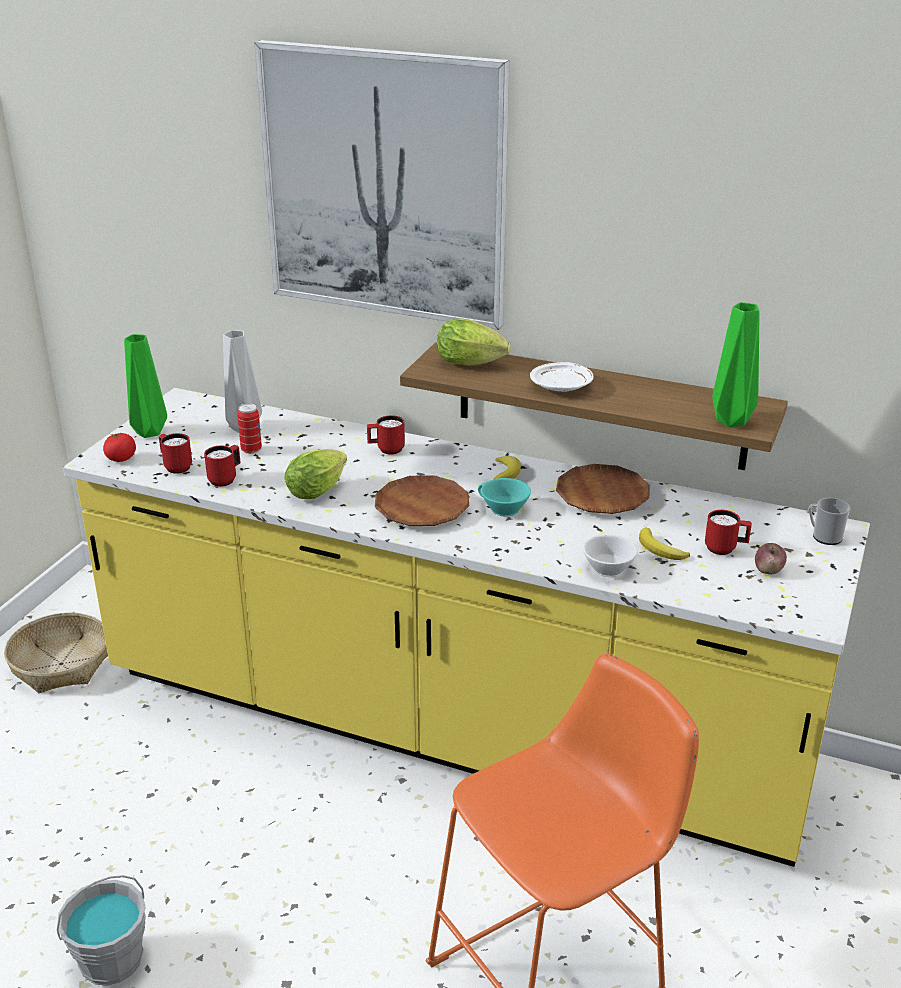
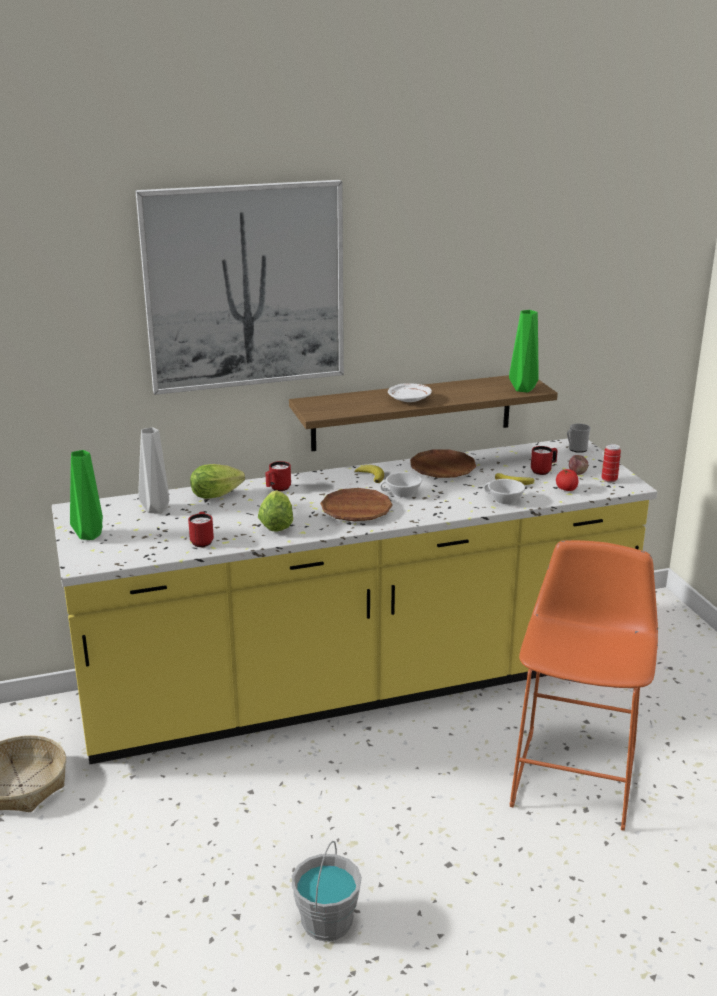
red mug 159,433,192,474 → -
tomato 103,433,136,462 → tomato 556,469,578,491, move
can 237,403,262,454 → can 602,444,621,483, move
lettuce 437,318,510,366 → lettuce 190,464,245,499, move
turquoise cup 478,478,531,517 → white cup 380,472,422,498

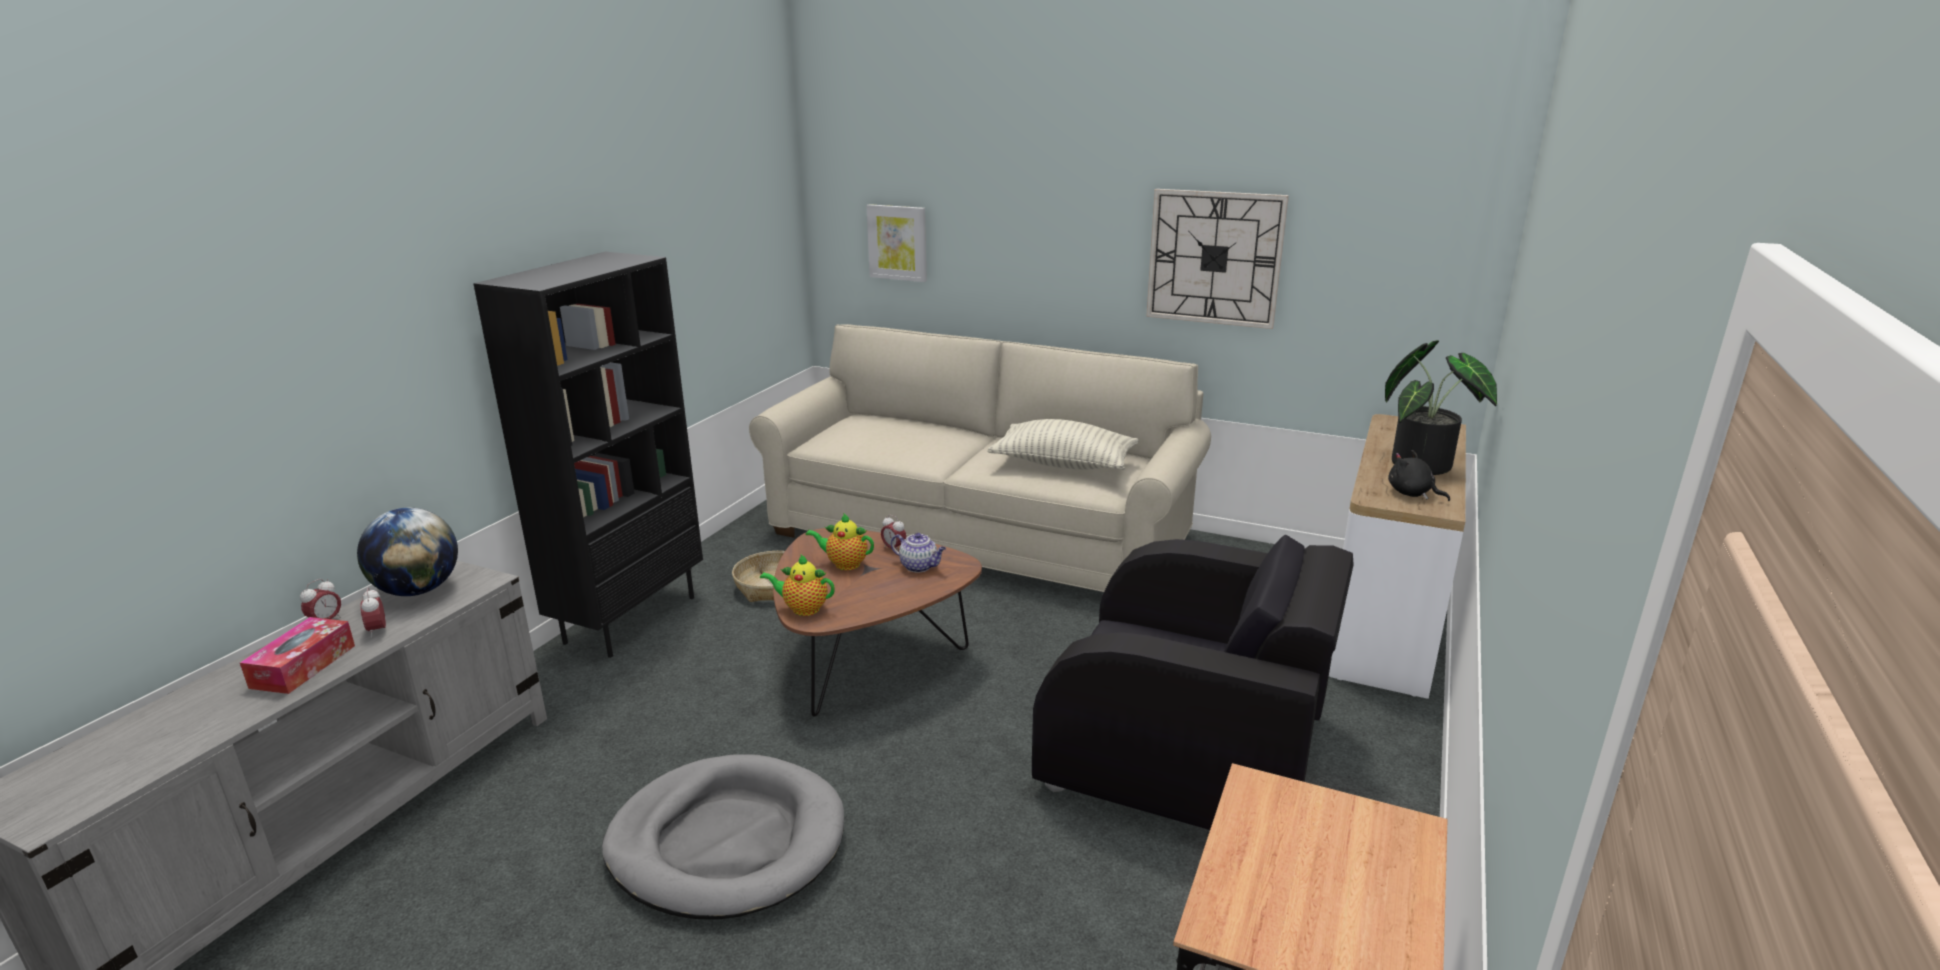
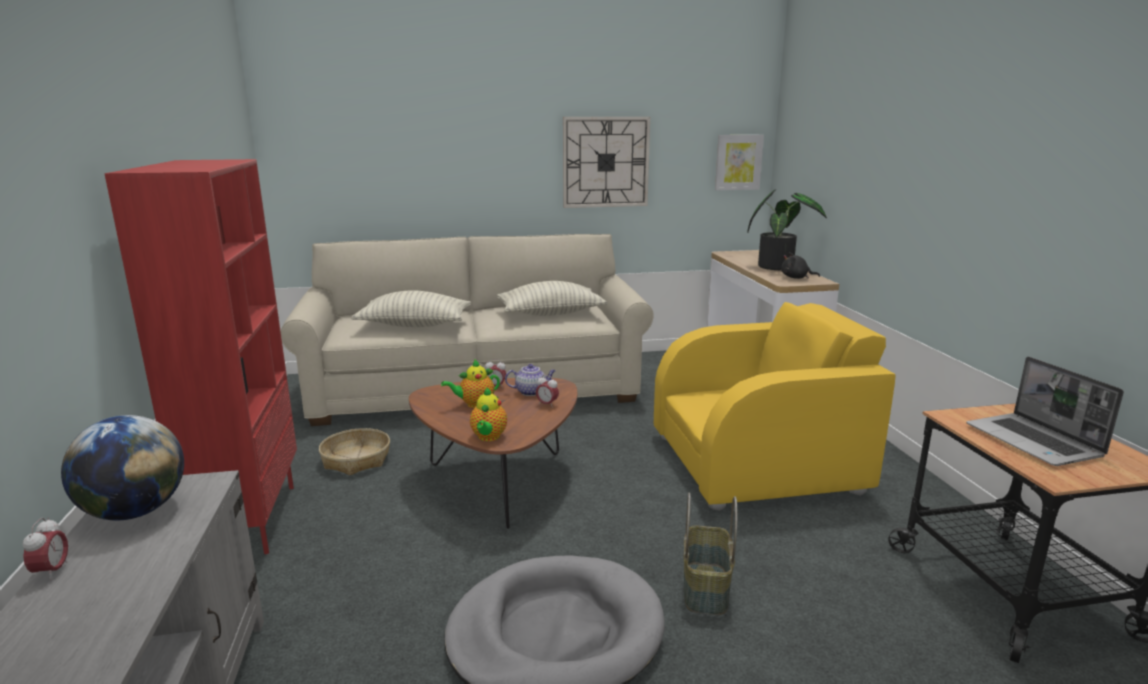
tissue box 240,617,355,694 → -
- → pillow 351,291,471,327
- → basket 683,493,737,615
- → laptop 966,356,1124,466
alarm clock 360,587,386,638 → alarm clock 536,375,559,408, move
picture 867,204,927,282 → picture 715,135,764,190, move
black bookcase 473,252,703,658 → red bookcase 104,159,297,554
black armchair 1032,535,1354,830 → yellow armchair 654,302,896,511
teapot 760,555,835,616 → teapot 470,388,507,441, 60 degrees counterclockwise

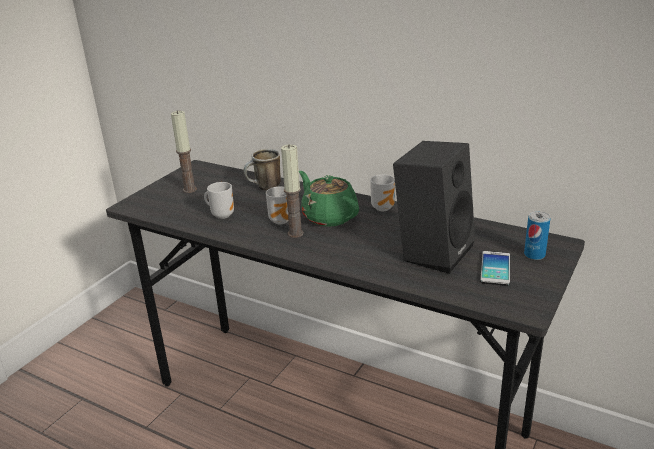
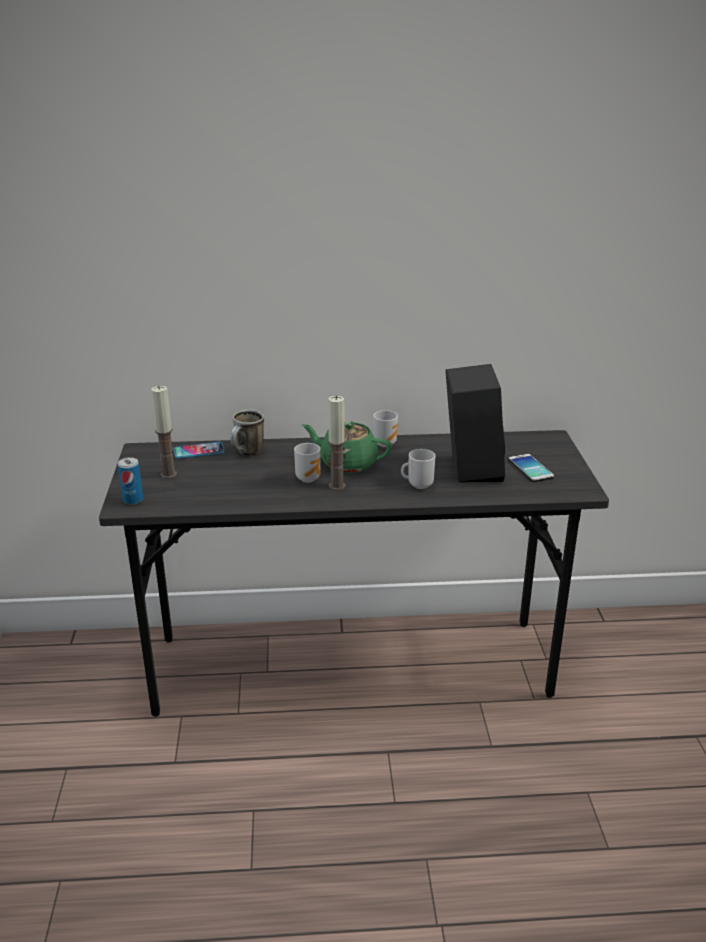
- → phone 173,441,225,459
mug 204,182,234,219 → mug 401,449,435,489, move
can 524,211,550,260 → can 118,457,143,505, move

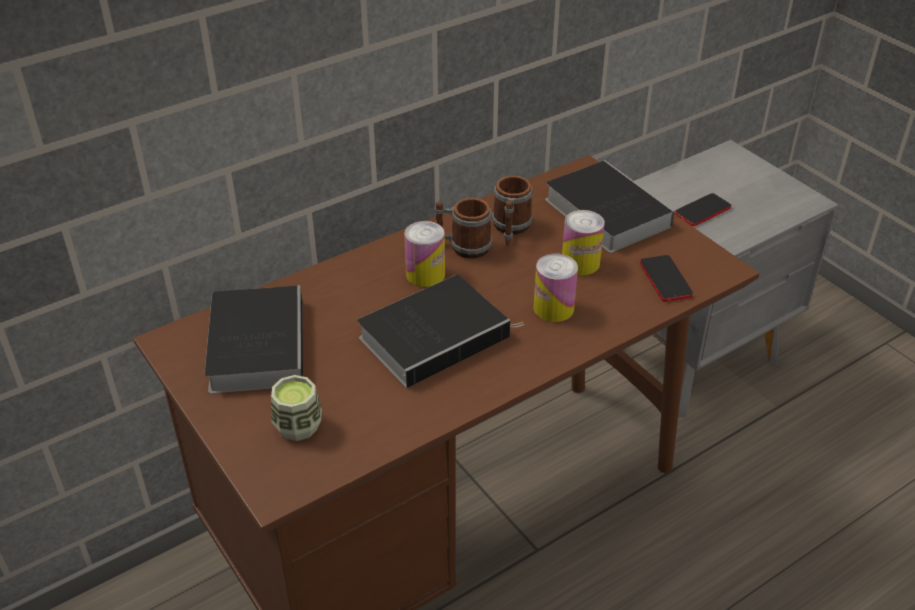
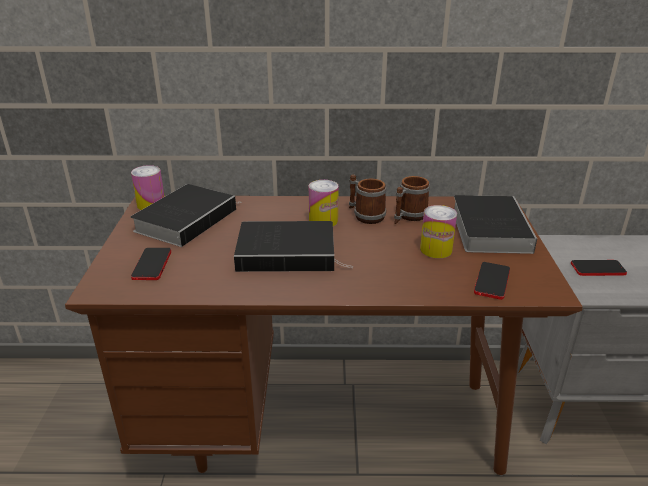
can 534,253,578,322 → can 131,165,165,210, move
cup 271,375,322,441 → phone 131,248,171,280

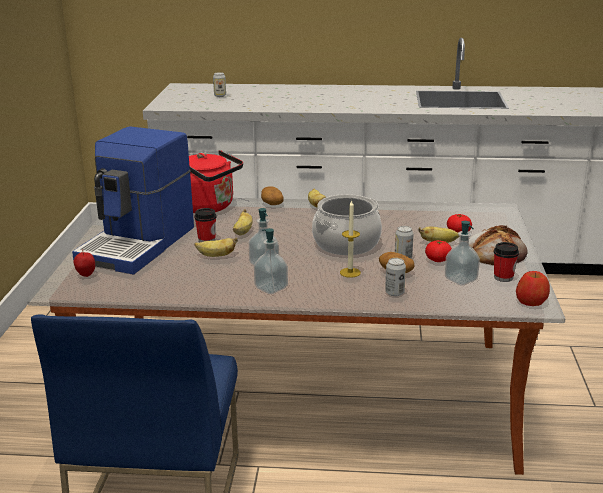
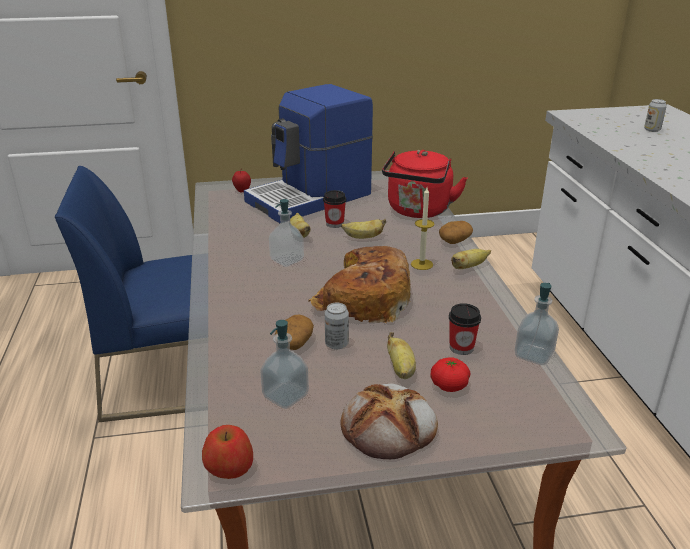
can 385,258,406,296 → -
tomato 425,240,452,262 → -
soap dispenser 254,228,288,294 → soap dispenser 515,283,559,365, move
candle 340,199,361,278 → candle 411,188,435,270, move
cup 494,242,519,282 → cup 449,303,481,355, move
cooking pot 312,194,382,255 → bread 308,246,411,323
coffee machine 72,126,194,274 → coffee machine 244,84,373,223, 45 degrees counterclockwise

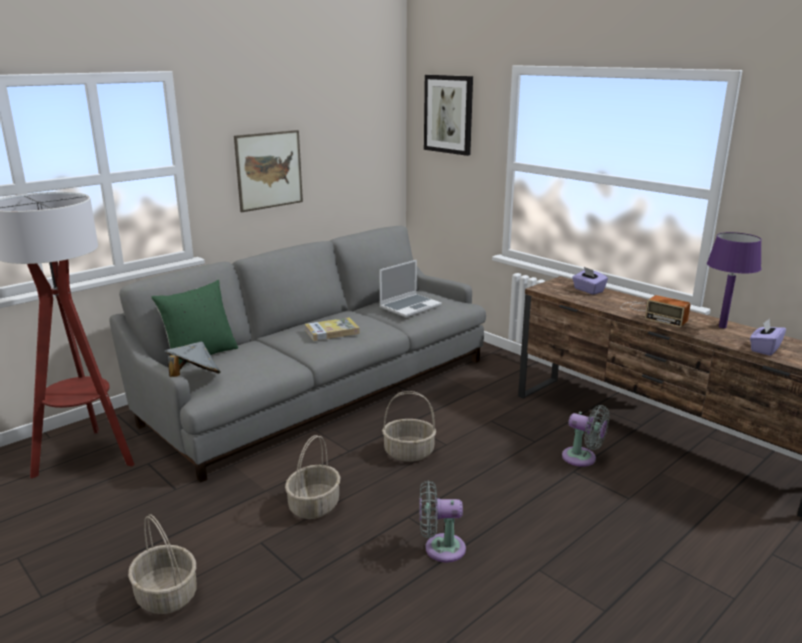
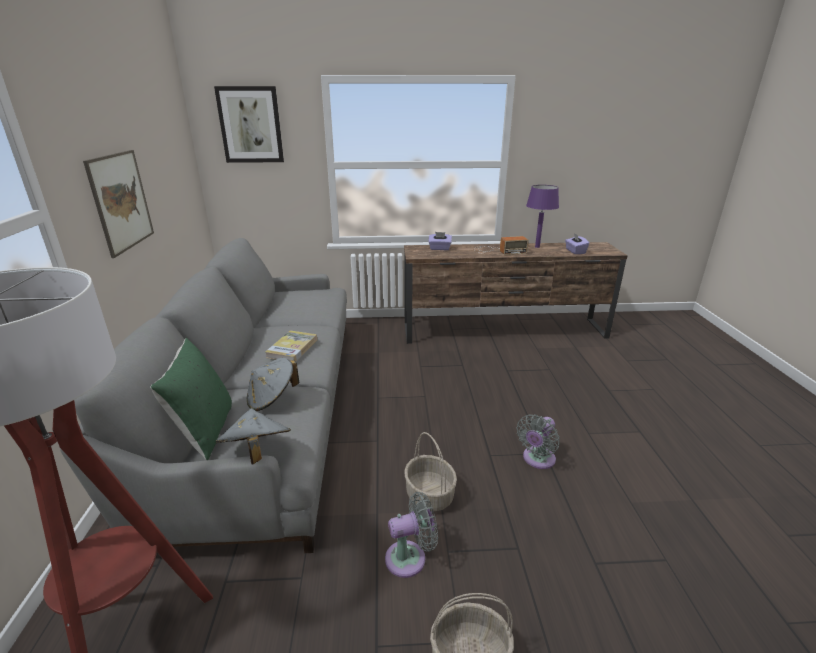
laptop 379,260,442,318 → -
basket 382,391,436,462 → -
- → grey hat 247,358,300,411
grey fan 562,405,610,467 → grey fan 385,492,438,578, move

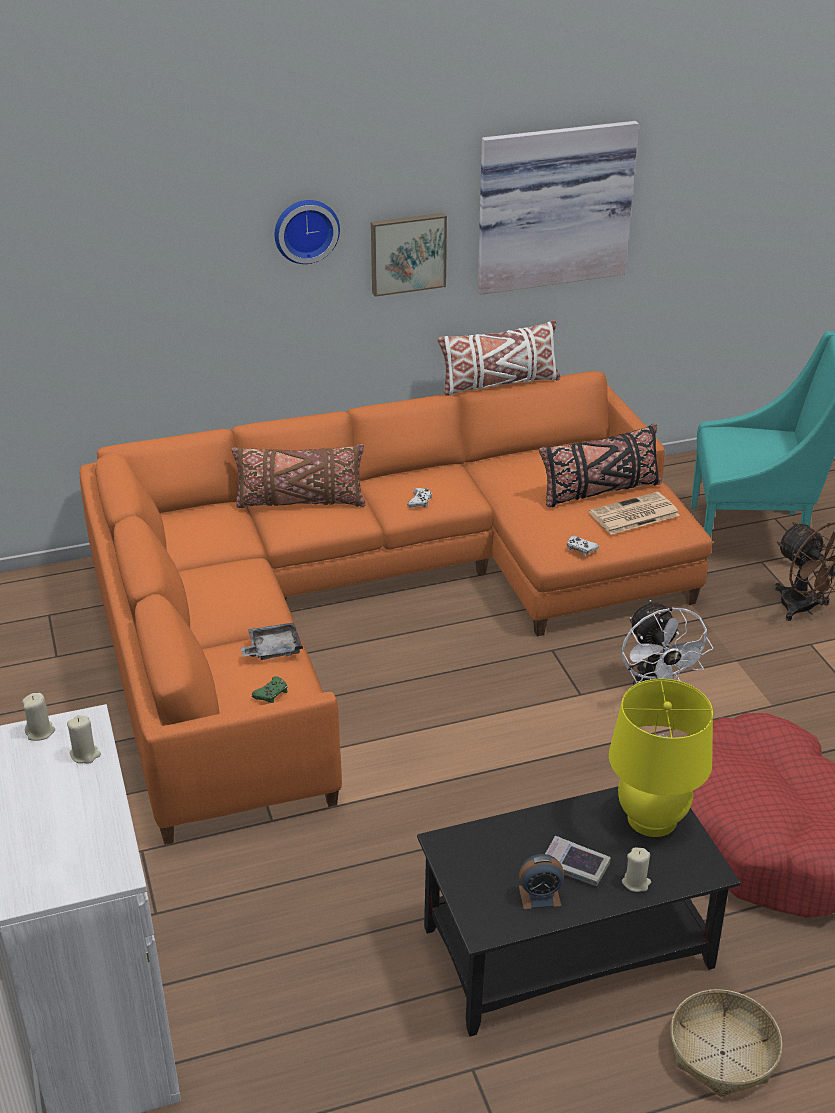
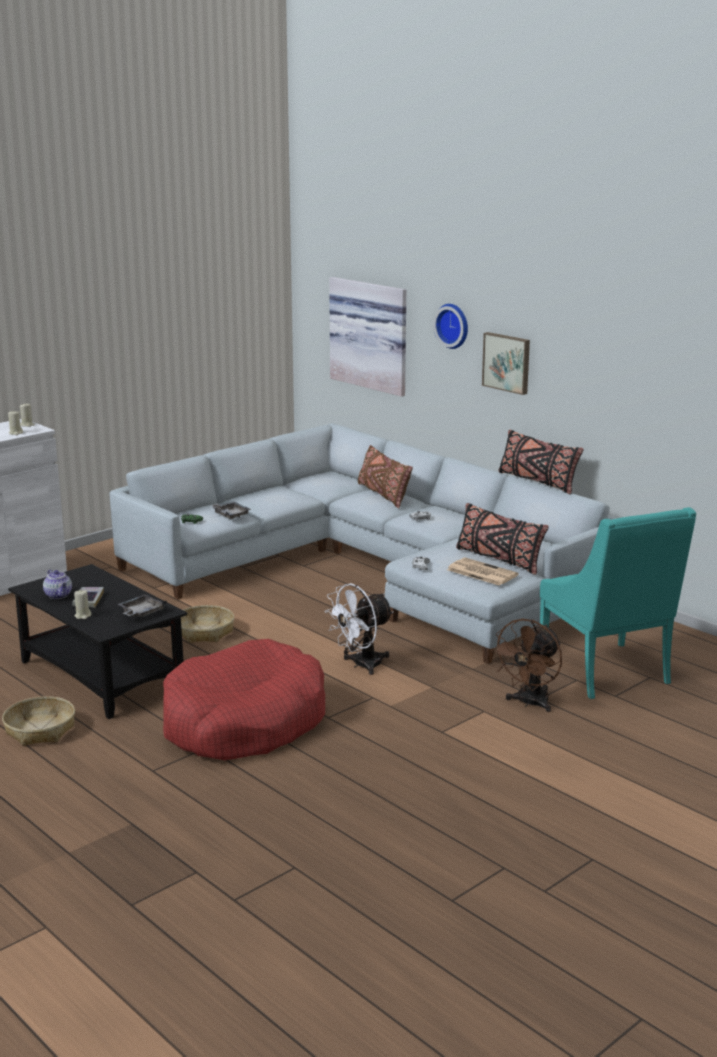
- → basket 181,605,234,643
picture 478,121,639,295 → picture 329,277,406,397, move
alarm clock 519,854,564,909 → teapot 43,569,72,599
yellow table lamp 609,679,713,837 → grey tray 118,595,167,617
orange sofa 80,371,712,845 → grey sofa 109,423,617,664
white pillow 437,320,560,396 → black pillow 499,430,584,494

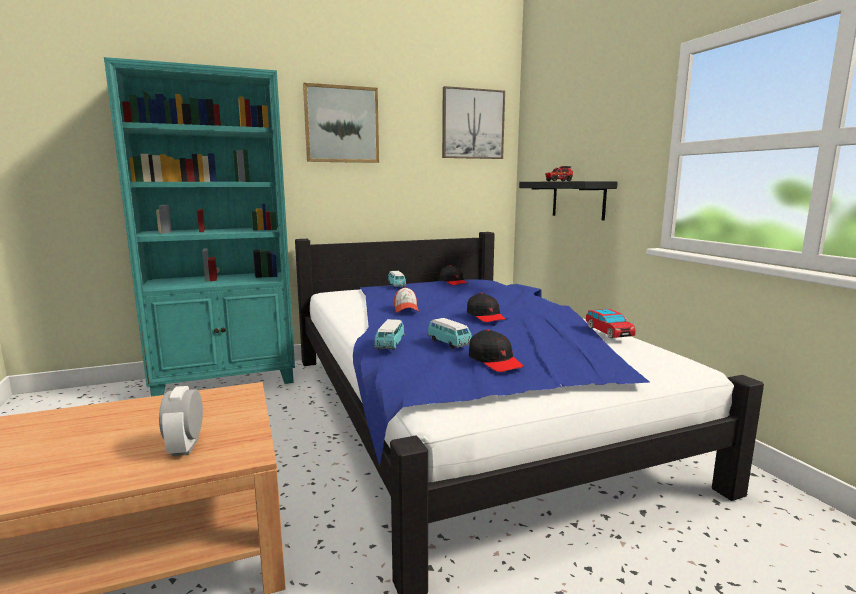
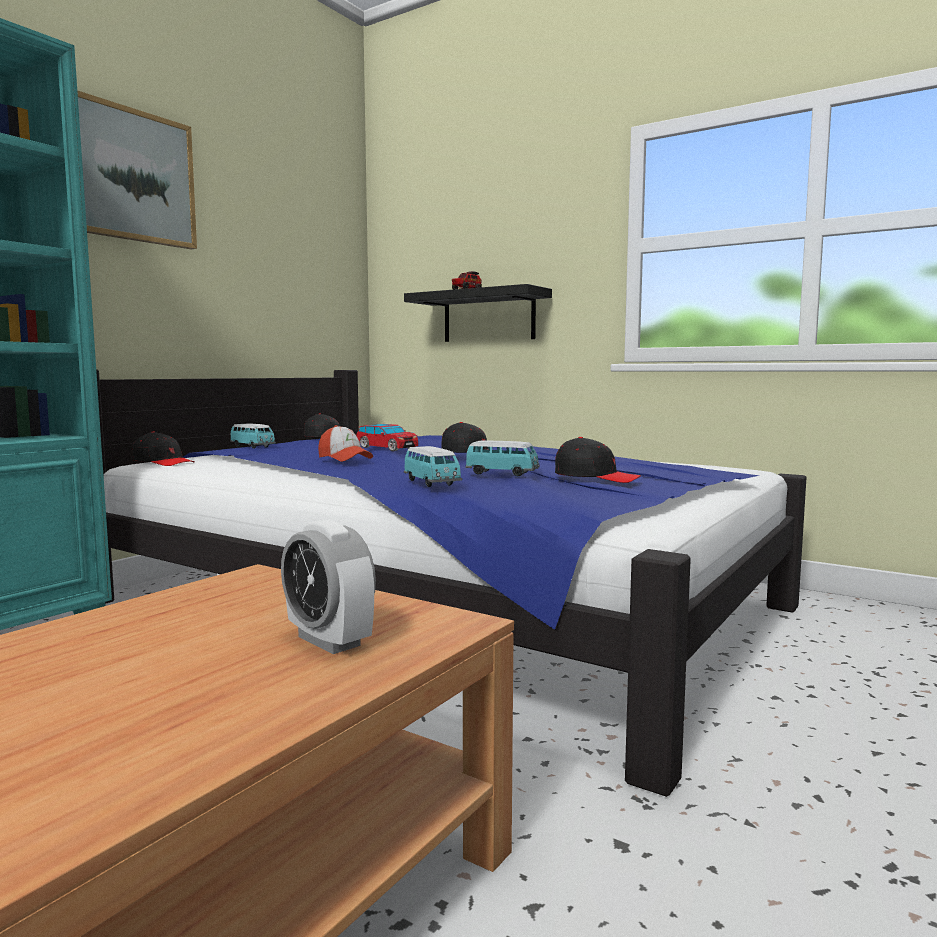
picture 442,86,505,159 → -
- → black cap 133,431,195,466
toy car 586,309,635,338 → toy car 356,424,419,451, move

